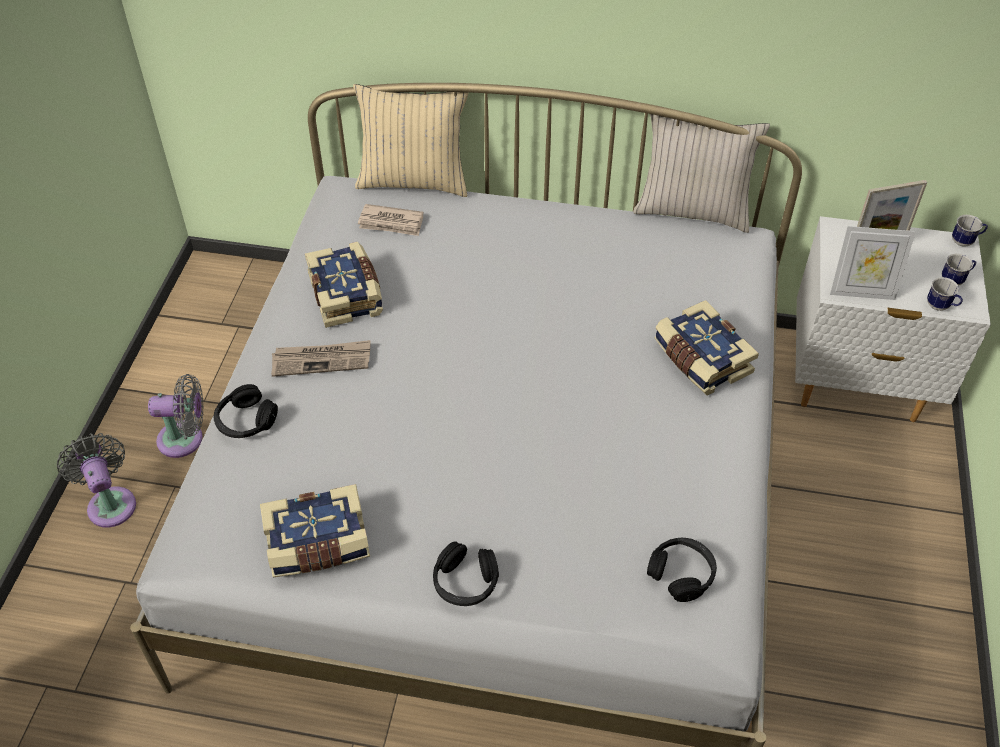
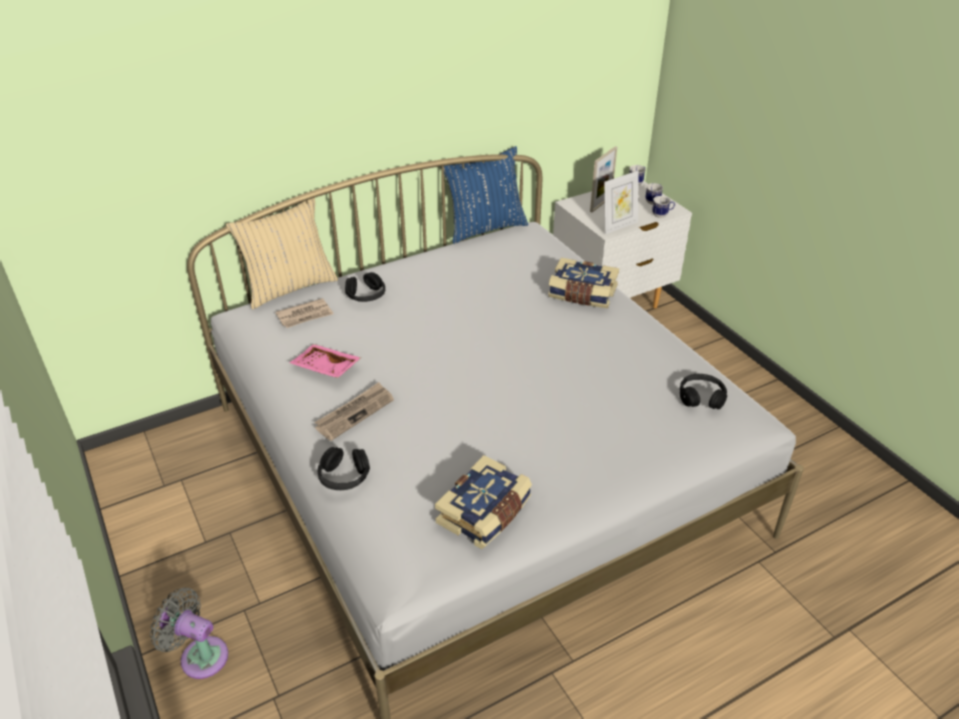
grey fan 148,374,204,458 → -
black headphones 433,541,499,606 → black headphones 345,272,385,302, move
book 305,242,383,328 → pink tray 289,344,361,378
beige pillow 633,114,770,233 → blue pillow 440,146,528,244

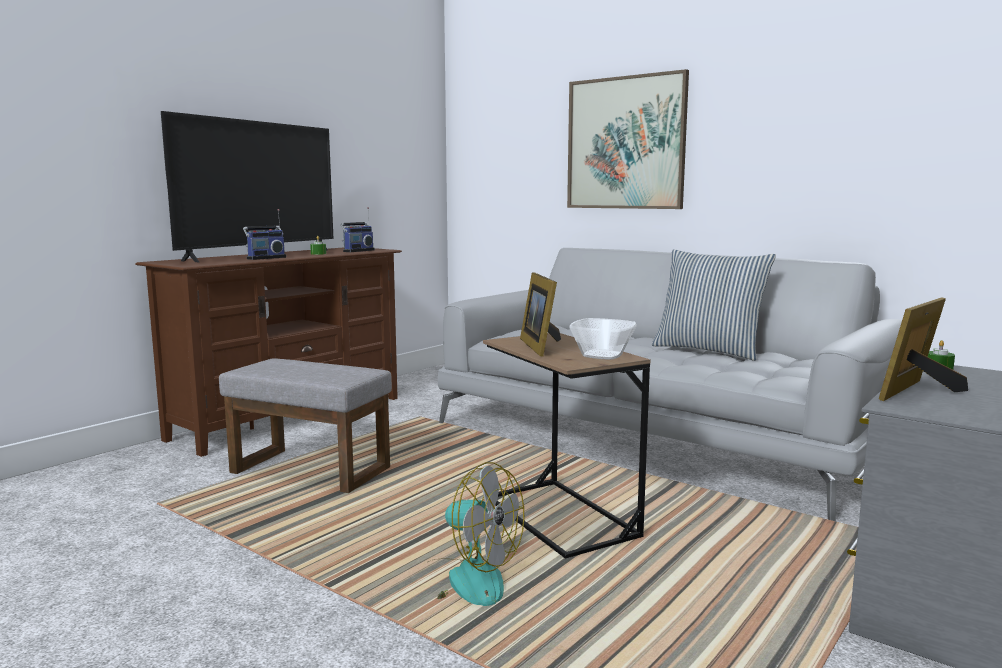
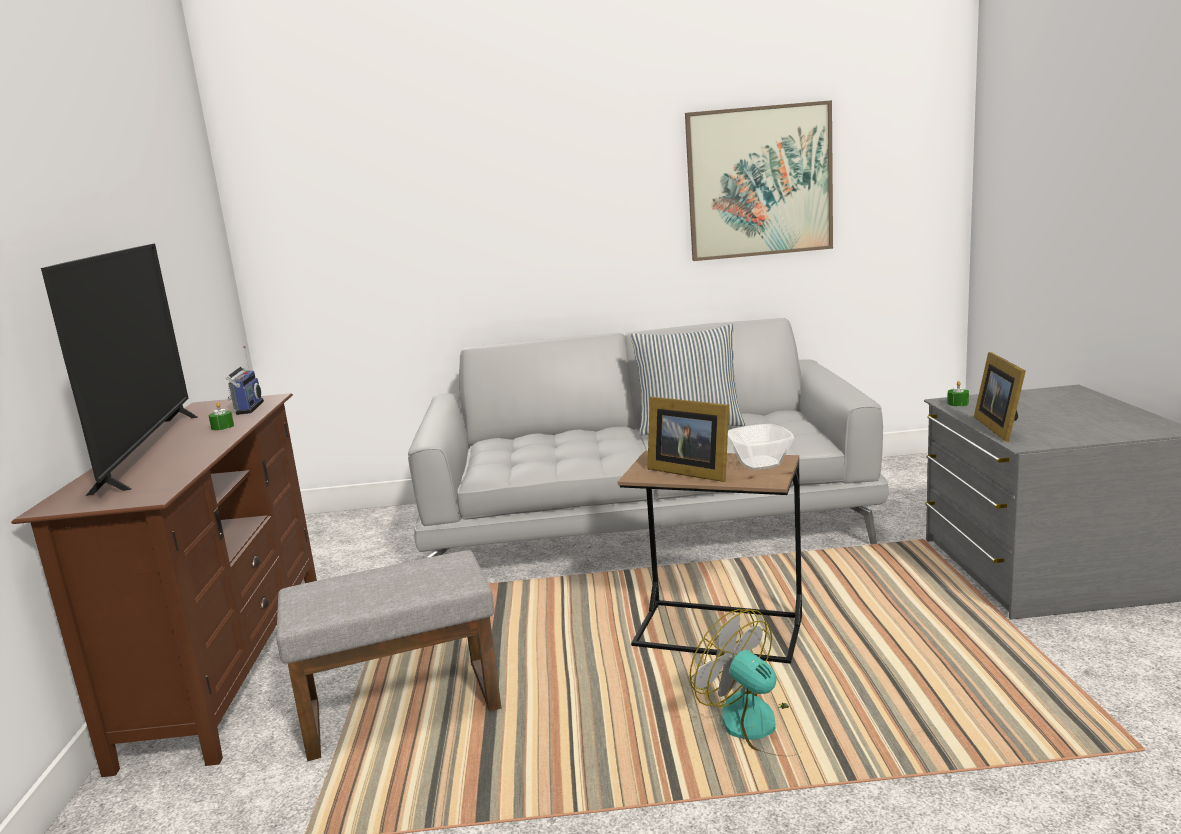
radio 243,209,286,260 → -
picture 567,69,689,209 → picture 685,100,833,261, move
fan 426,462,524,606 → fan 689,609,796,756, 120 degrees counterclockwise

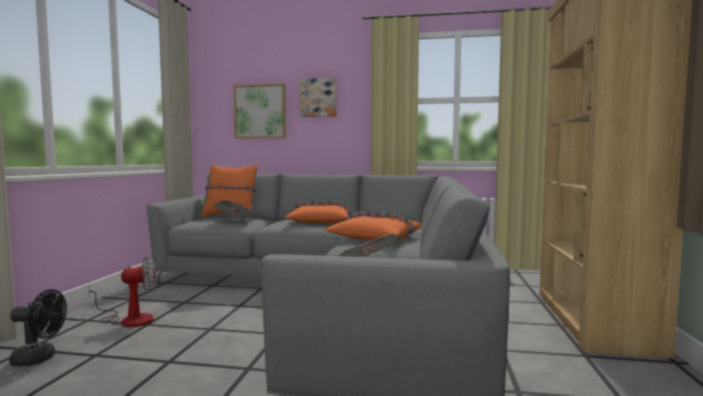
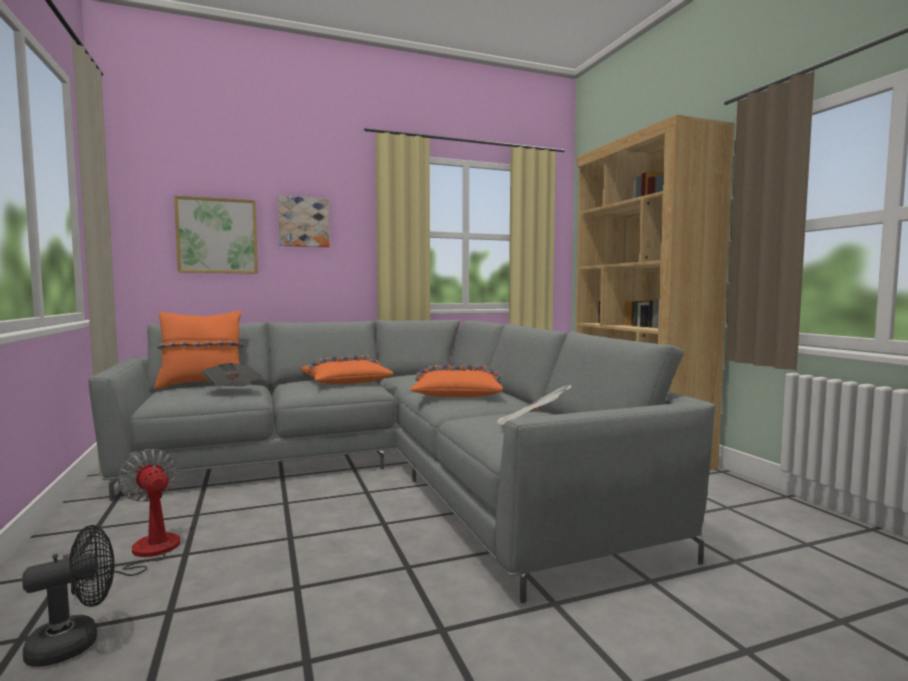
fan 88,256,156,327 → fan 63,449,180,595, 75 degrees counterclockwise

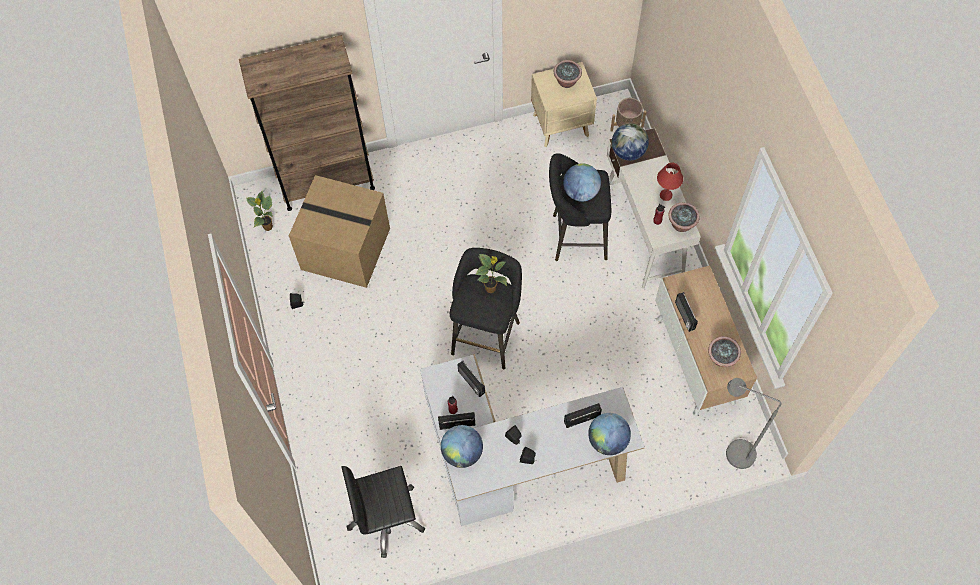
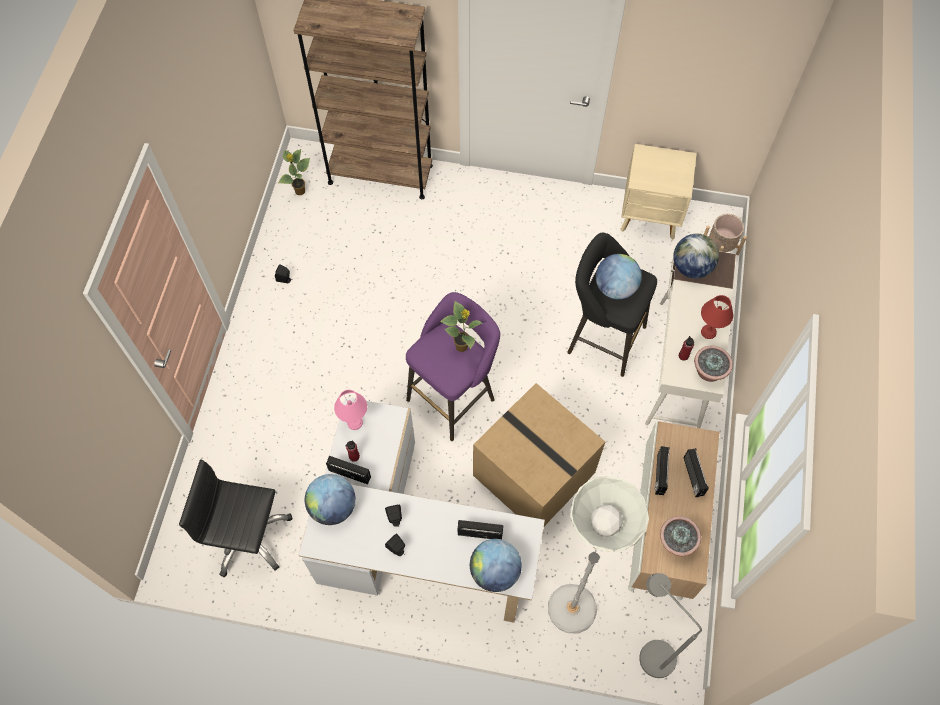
potted plant 554,60,582,88 → -
- → pink table lamp 334,390,367,430
- → grey floor lamp 548,476,649,634
cardboard box 289,175,390,288 → cardboard box 473,383,605,526, move
radio 457,361,485,397 → radio 684,448,709,497, move
black stool 450,248,522,370 → purple stool 406,292,500,441

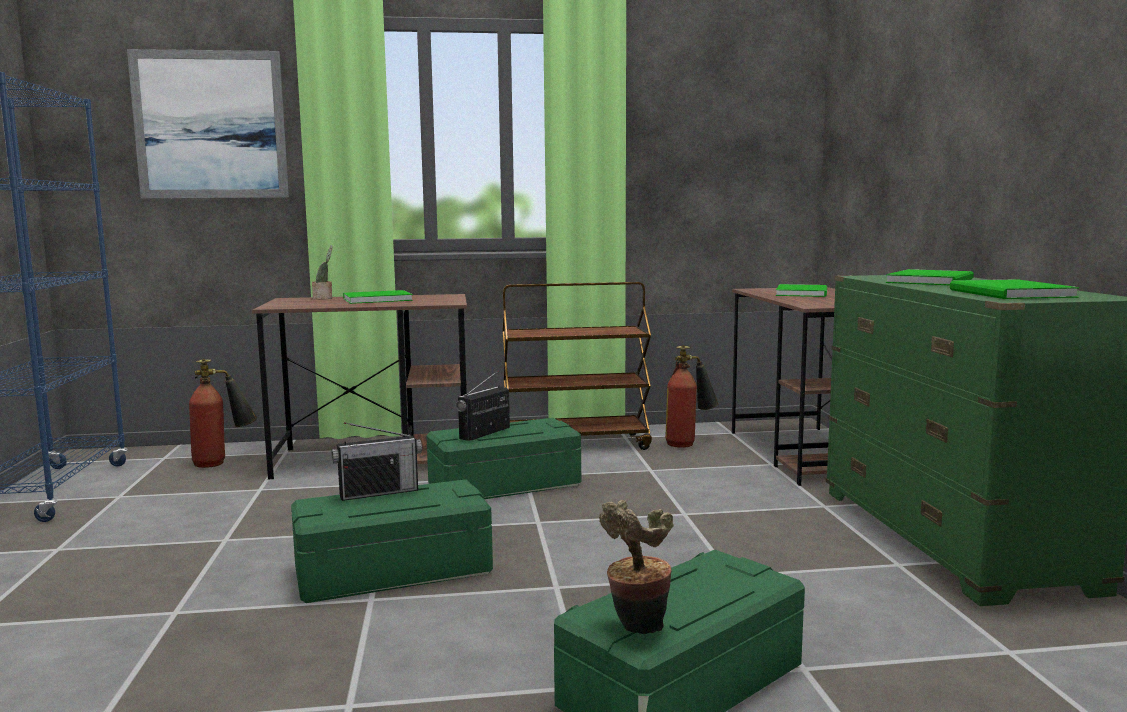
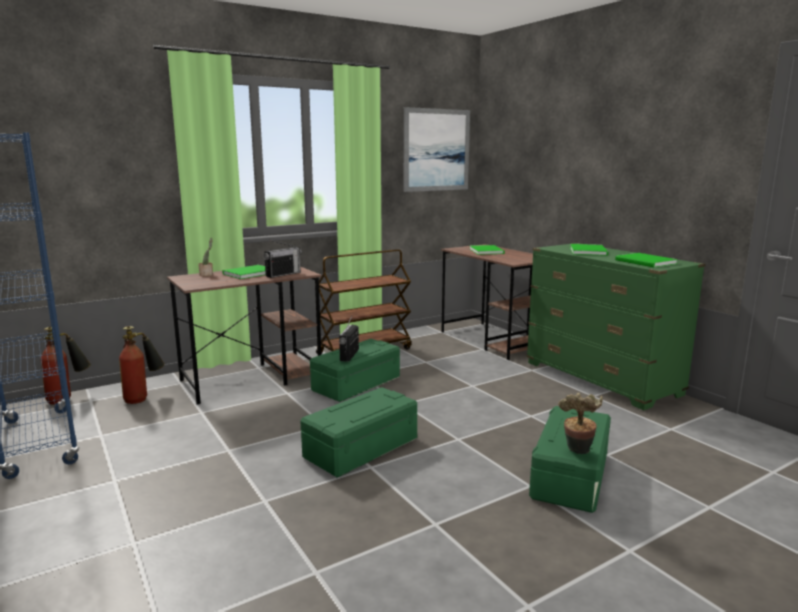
picture 127,49,289,199 → picture 404,107,470,192, move
radio 331,422,422,501 → radio 263,240,302,278, move
fire extinguisher 665,345,719,448 → fire extinguisher 40,327,91,405, move

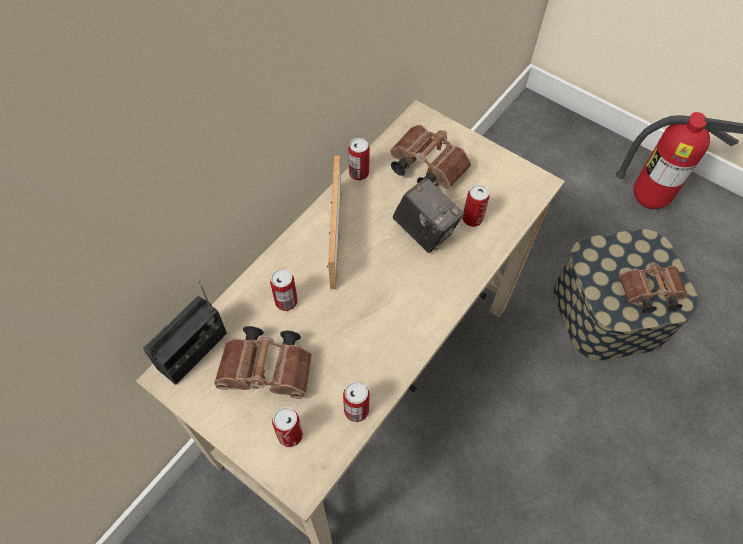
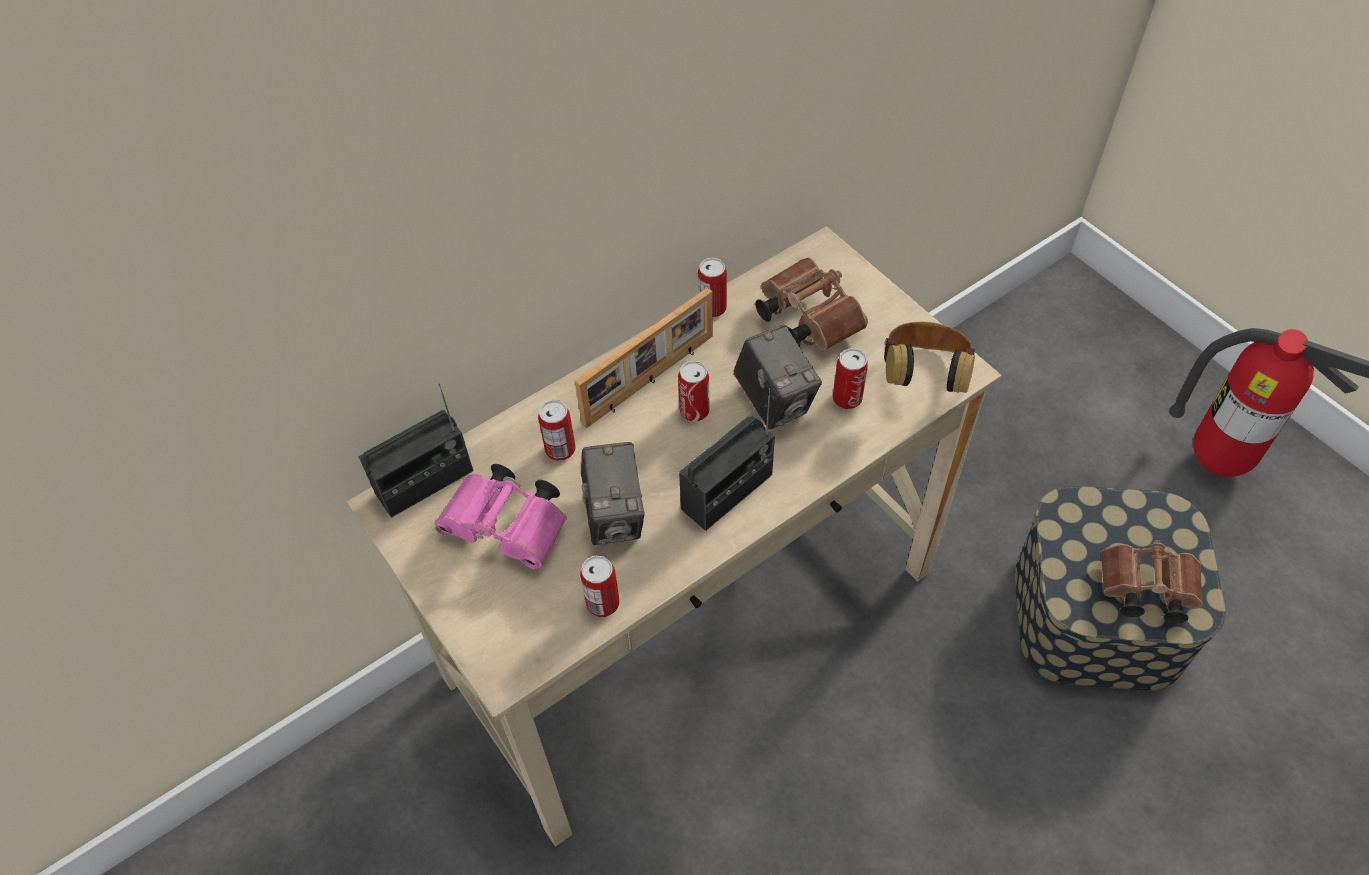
- → photo camera 581,442,645,546
- → radio 679,388,775,531
- → headphones 884,322,975,393
can 272,407,303,447 → can 678,361,709,421, move
brown binoculars 214,326,312,399 → pink binoculars 434,464,567,569
picture frame 327,155,341,289 → picture frame 575,287,713,428, 150 degrees counterclockwise

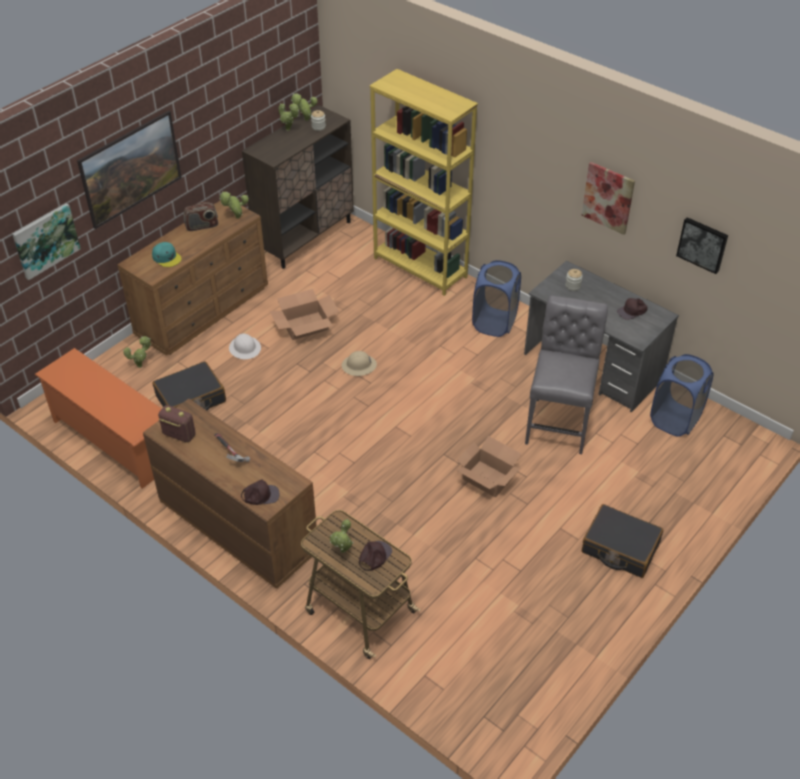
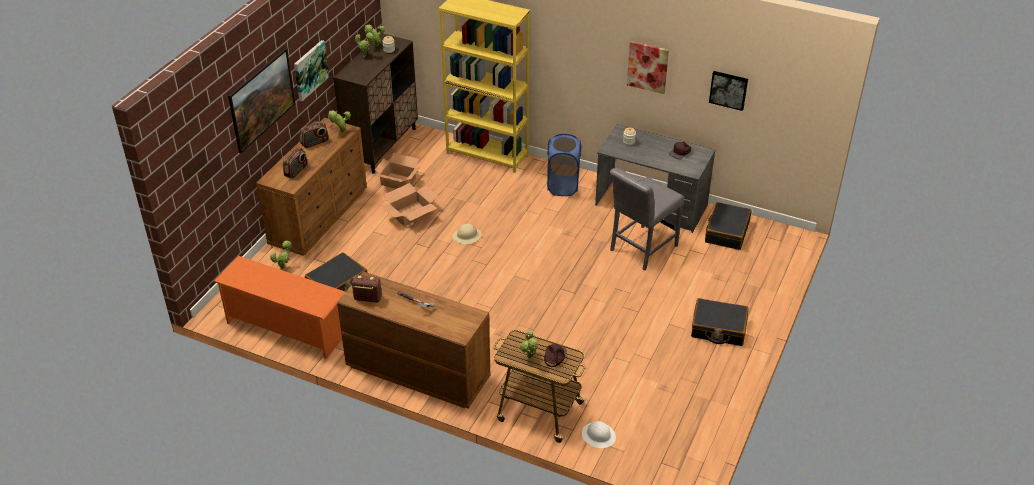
brown cap 241,479,280,505 → -
picture 12,203,80,280 → picture 294,40,329,101, move
white hard hat 229,334,261,359 → white hard hat 582,421,616,448, move
cardboard box 456,436,521,497 → cardboard box 375,153,420,189, move
turquoise cap 152,242,181,267 → radio 283,148,308,179
blue laundry basket 650,354,713,436 → black suitcase 705,202,752,250
grey chair 525,295,608,454 → grey chair 610,168,685,271, 135 degrees counterclockwise

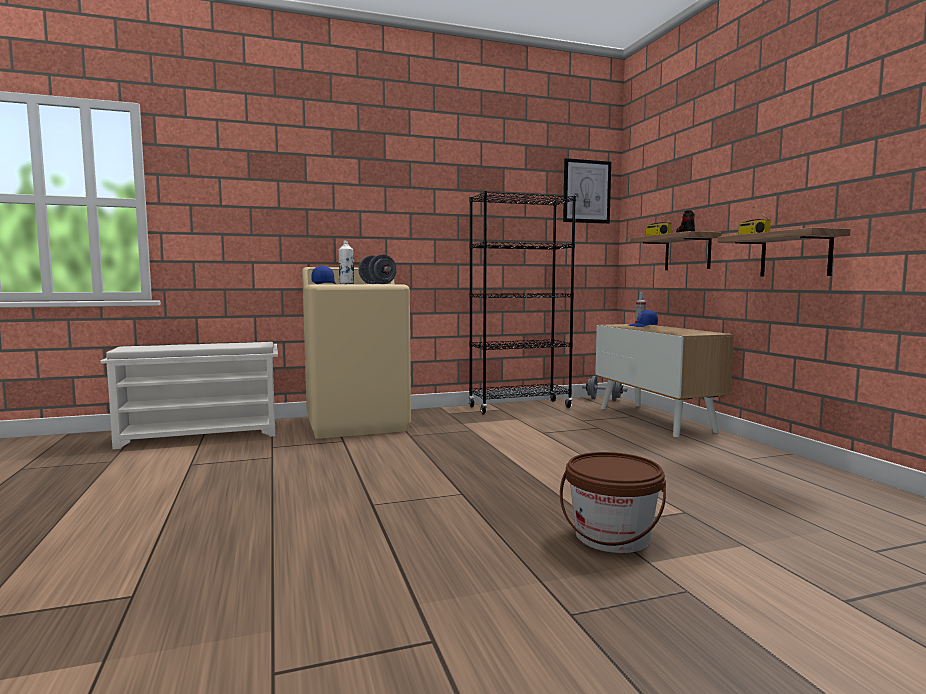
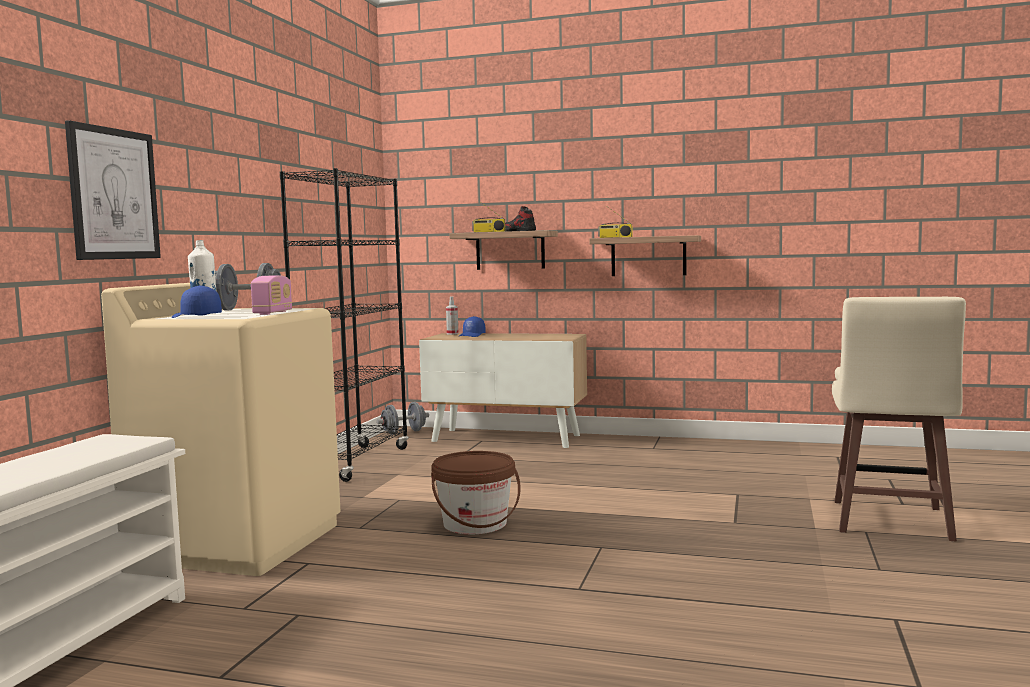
- → radio 251,275,292,315
- → beige stool 832,297,966,542
brown bucket 560,452,666,553 → brown bucket 431,451,521,534, move
picture 563,158,611,224 → picture 65,120,161,260, move

